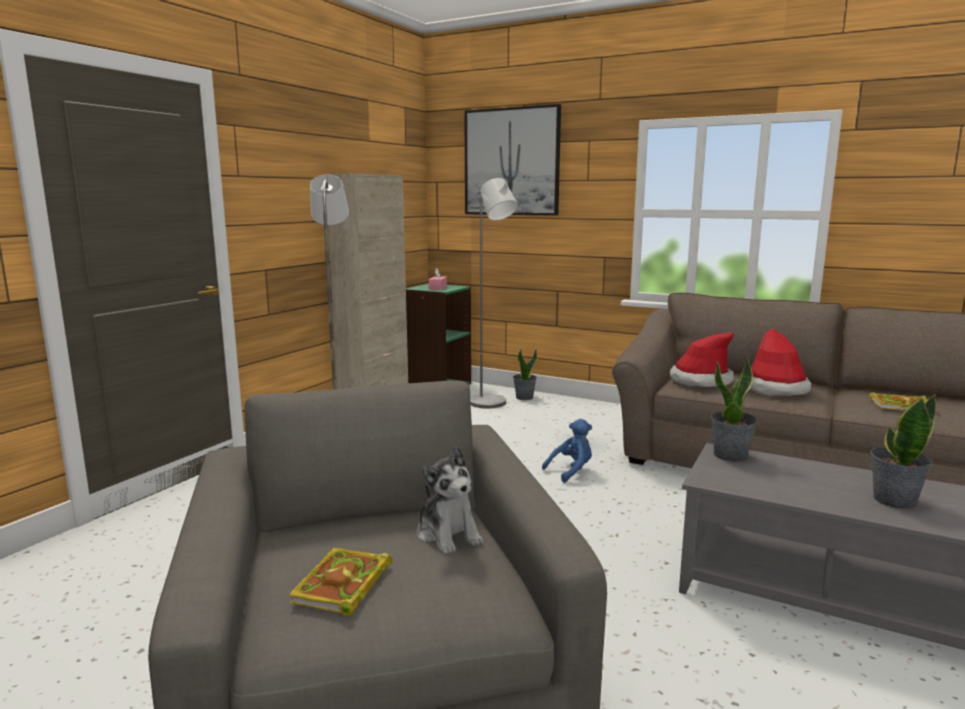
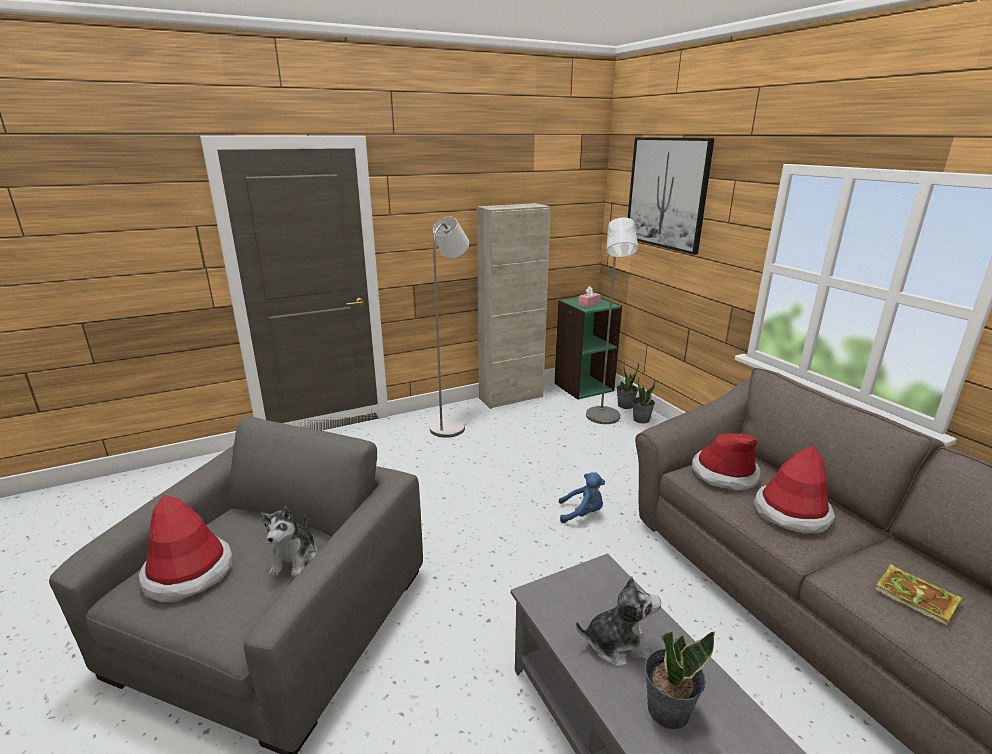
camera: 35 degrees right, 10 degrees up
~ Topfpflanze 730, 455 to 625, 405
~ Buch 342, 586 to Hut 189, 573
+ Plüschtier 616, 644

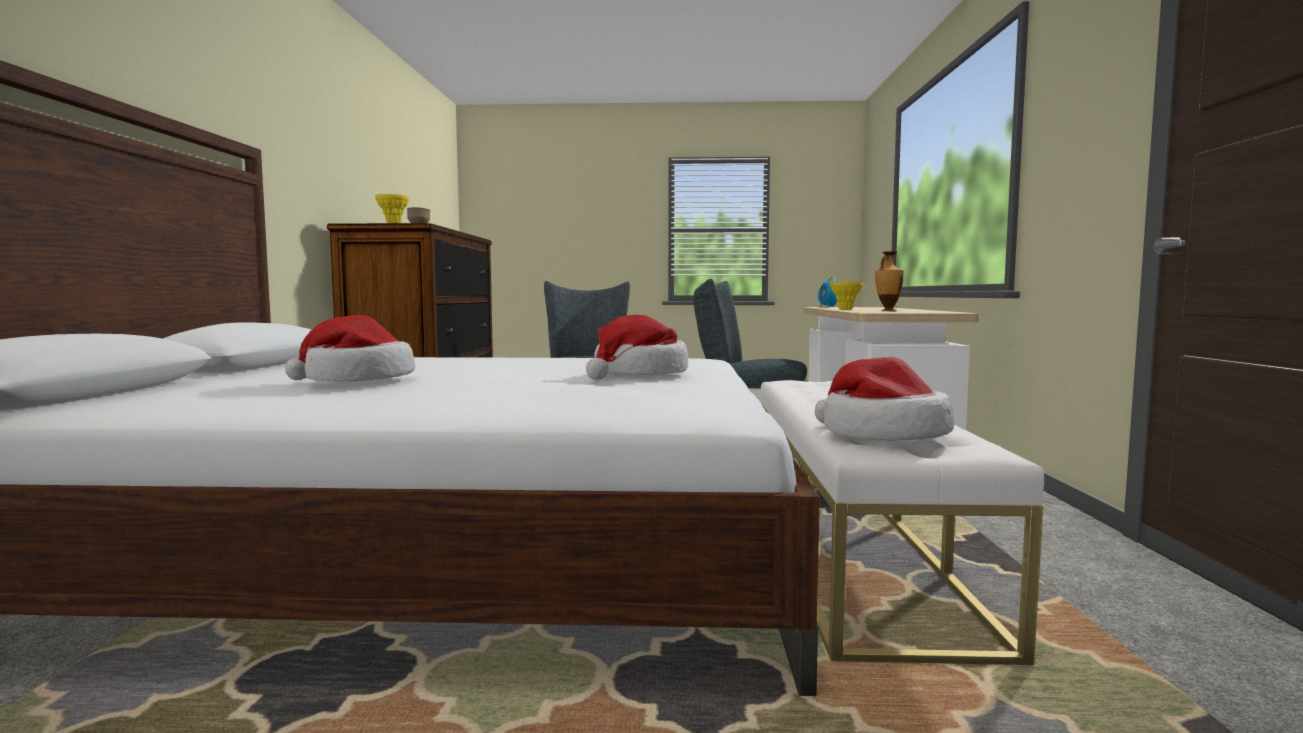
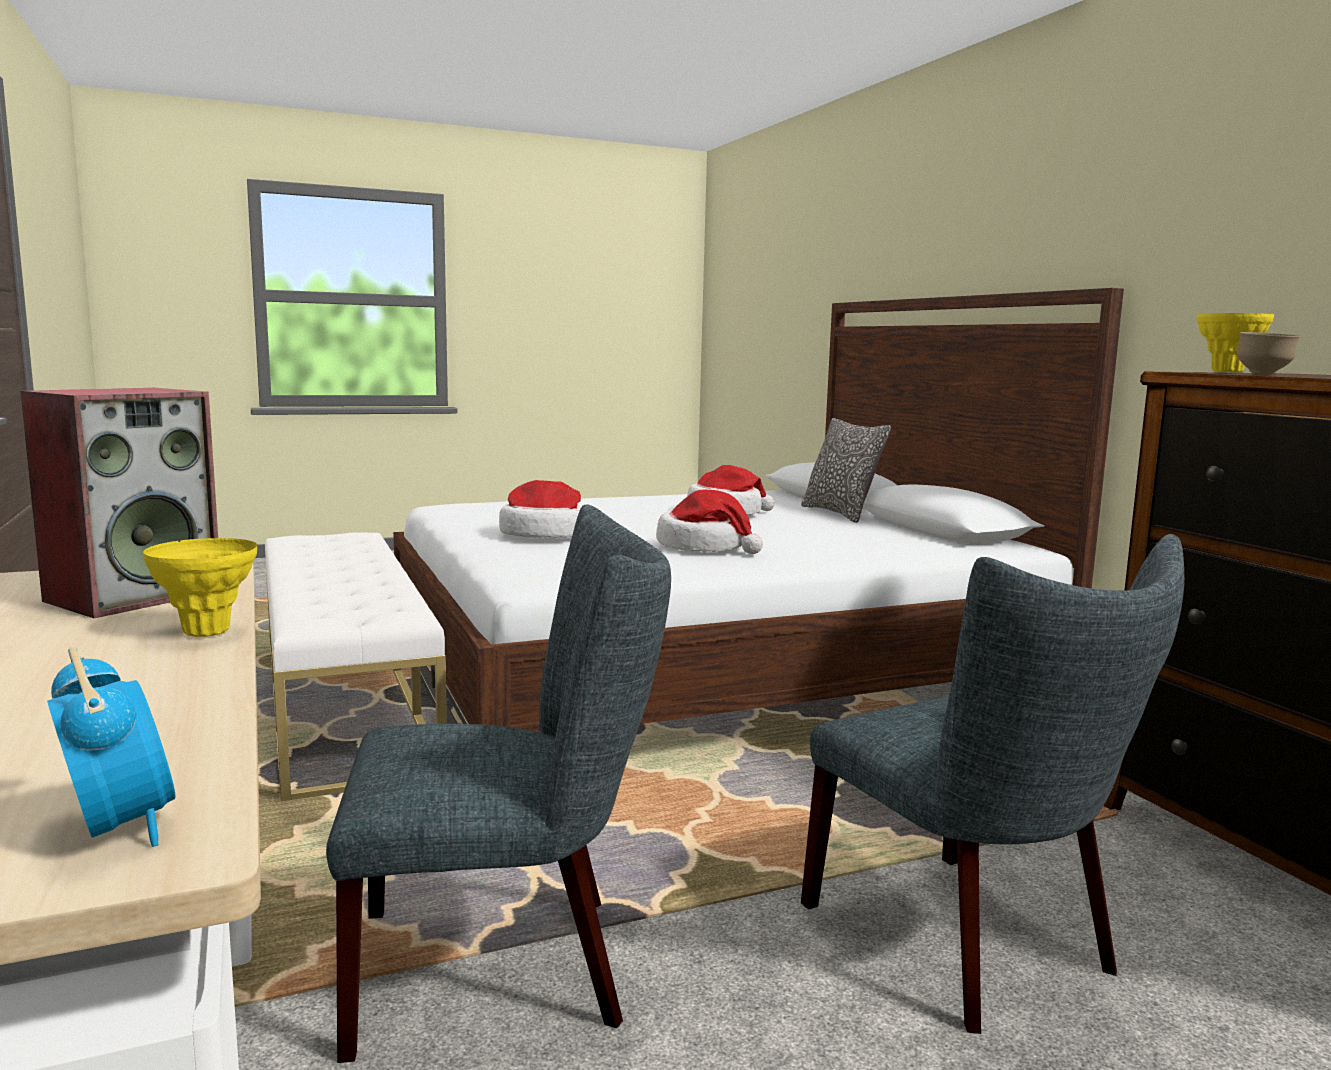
camera: 155 degrees right, 5 degrees up
~ Vase 887, 311 to Lautsprecher 135, 595
~ Hut 881, 434 to 704, 547
+ Kissen 840, 513

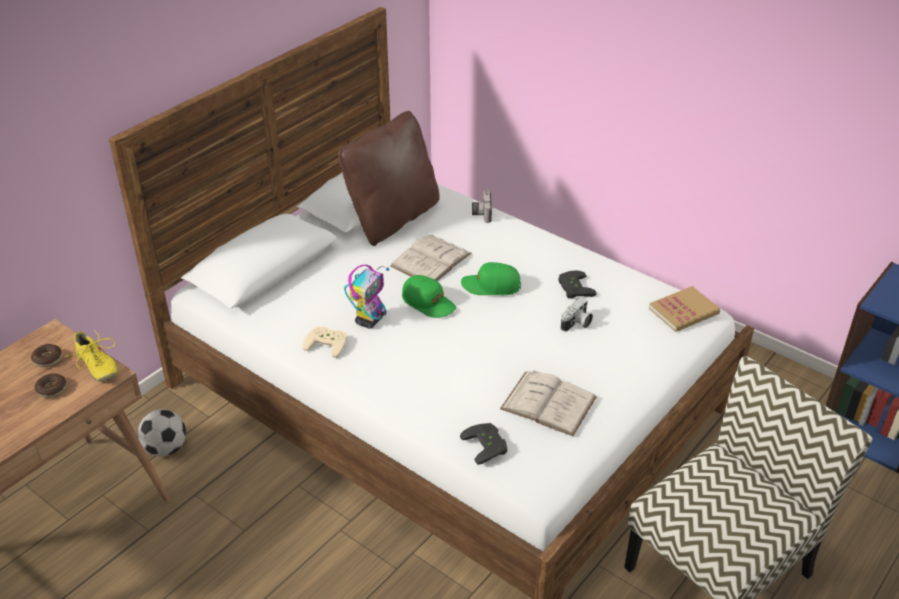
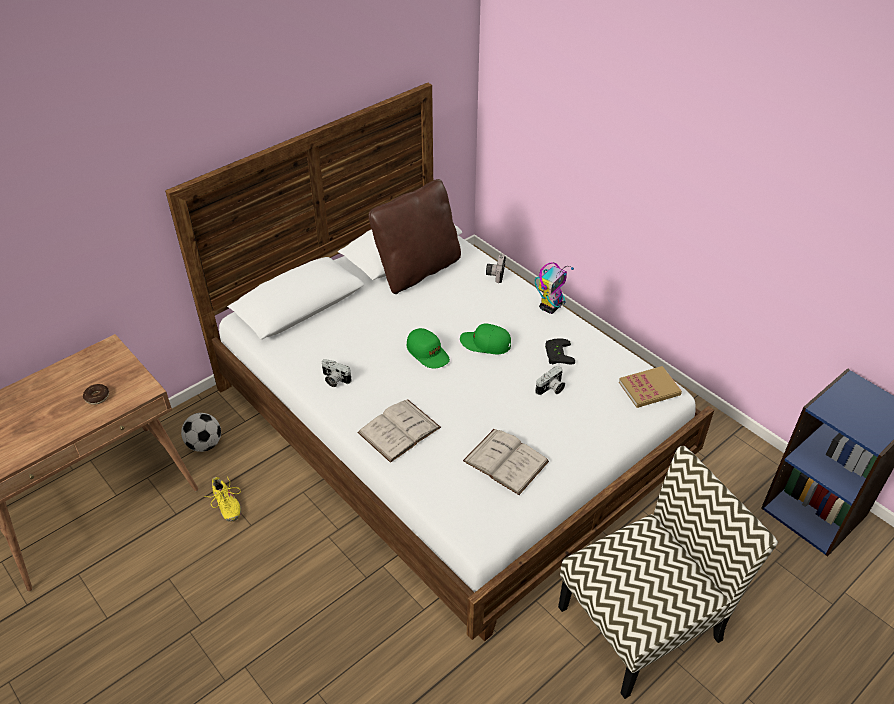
camera: 10 degrees right, 5 degrees up
~ Buch [weiß] 431, 260 to 399, 430
~ Spielzeugroboter 370, 320 to 550, 306
~ Gamepad [beige] 328, 343 to Kamera 334, 380
~ Schuh [gelb] 96, 366 to 226, 505
- Donut 47, 359
- Gamepad [schwarz] 487, 445

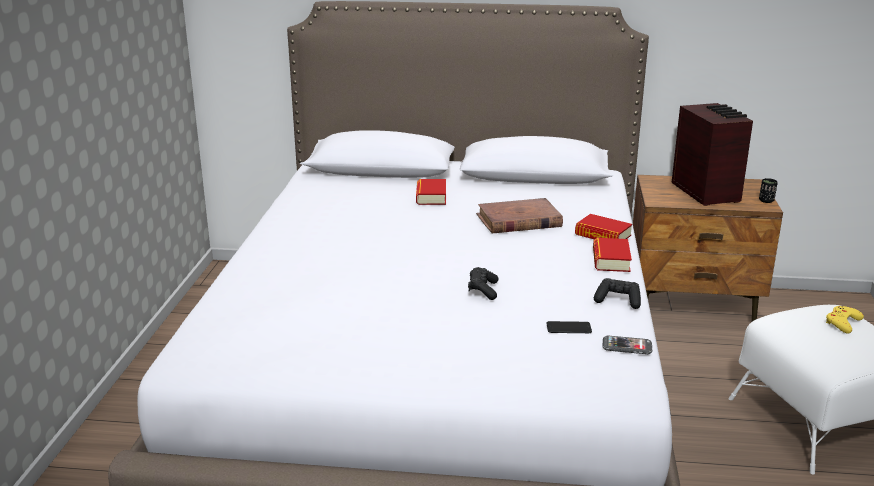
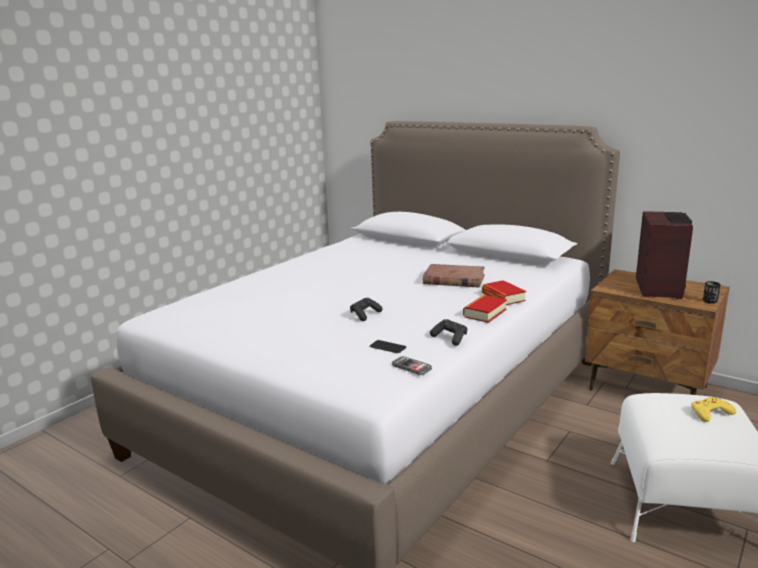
camera: 30 degrees right, 5 degrees down
- Buch 431, 197

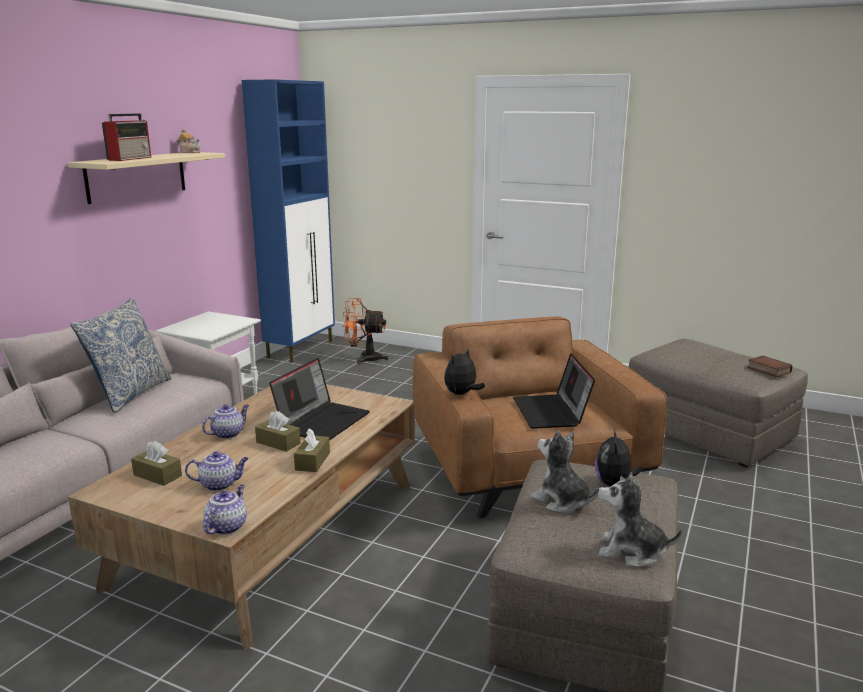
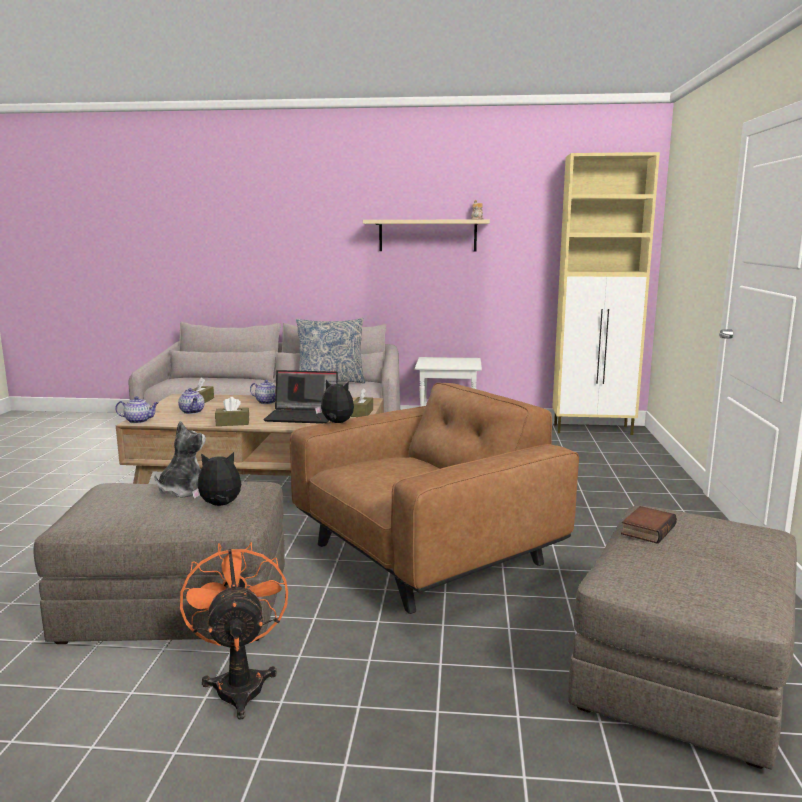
camera: 70 degrees right, 5 degrees down
~ Schrank [blau] 301, 349 to Schrank [beige] 593, 429
- Radio 130, 158
~ Ventilator [orange] 364, 358 to 240, 683
- Laptop 551, 413
~ Buch 767, 370 to 646, 529
~ Taschentuchbox [braun] 278, 443 to 362, 413
- Plüschtier 631, 552

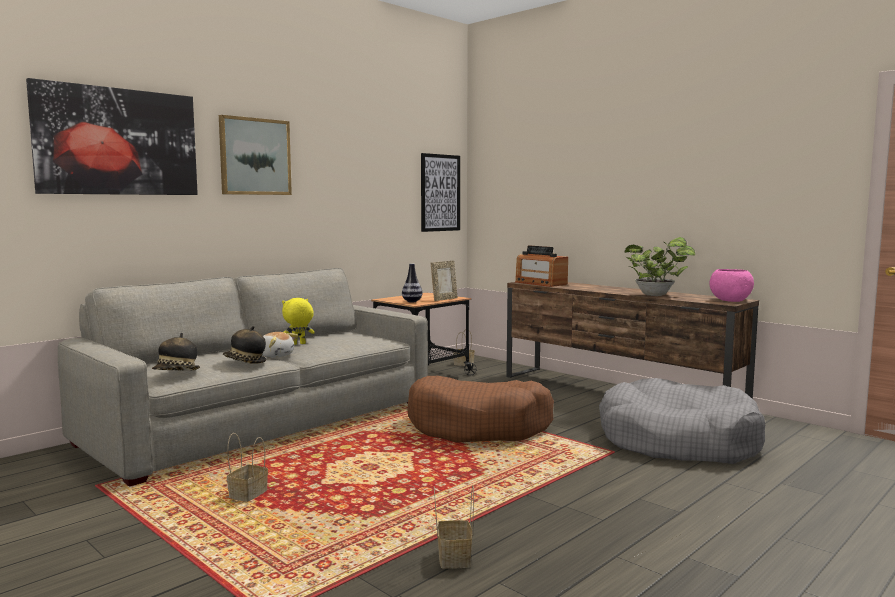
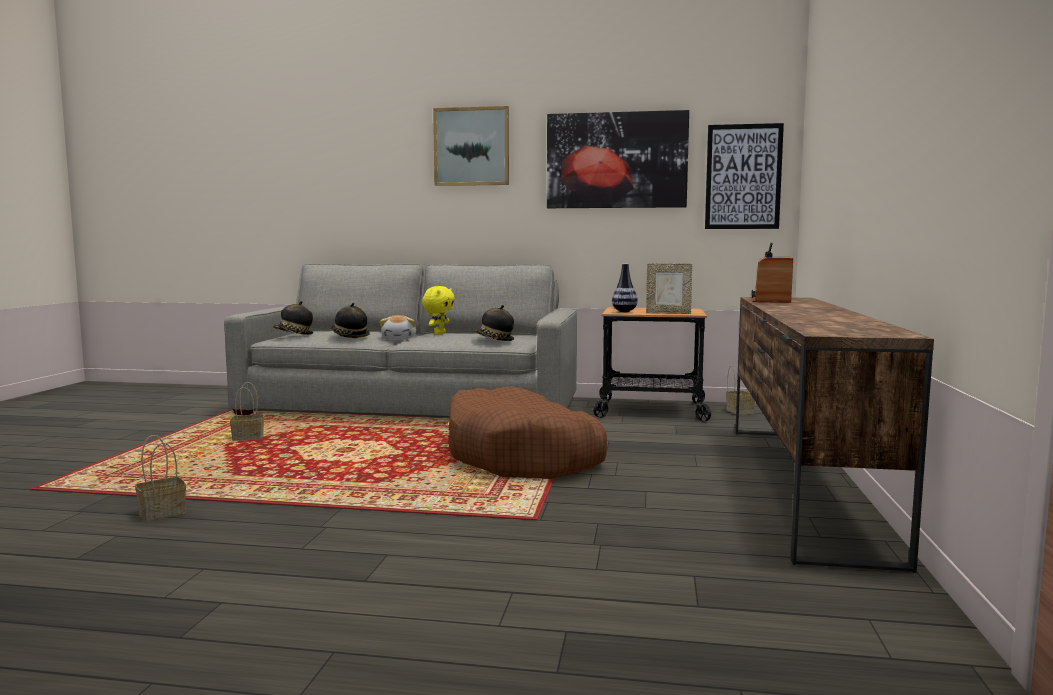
camera: 55 degrees right, 0 degrees up
~ Bild 118, 142 to 616, 160
- Topfpflanze 657, 295
- Schüssel [rosa] 730, 300
~ Plüschtier [gelb] 298, 344 = 439, 334 90 degrees clockwise
- Hundebett [grau] 677, 441
+ Hut 494, 340

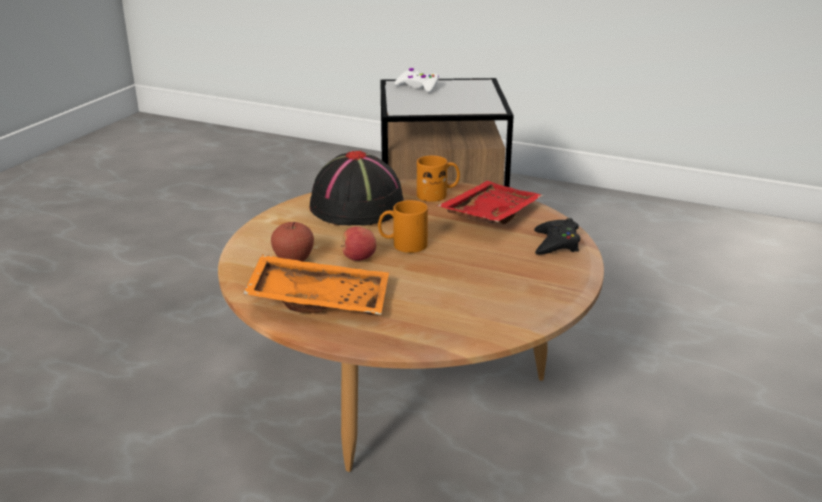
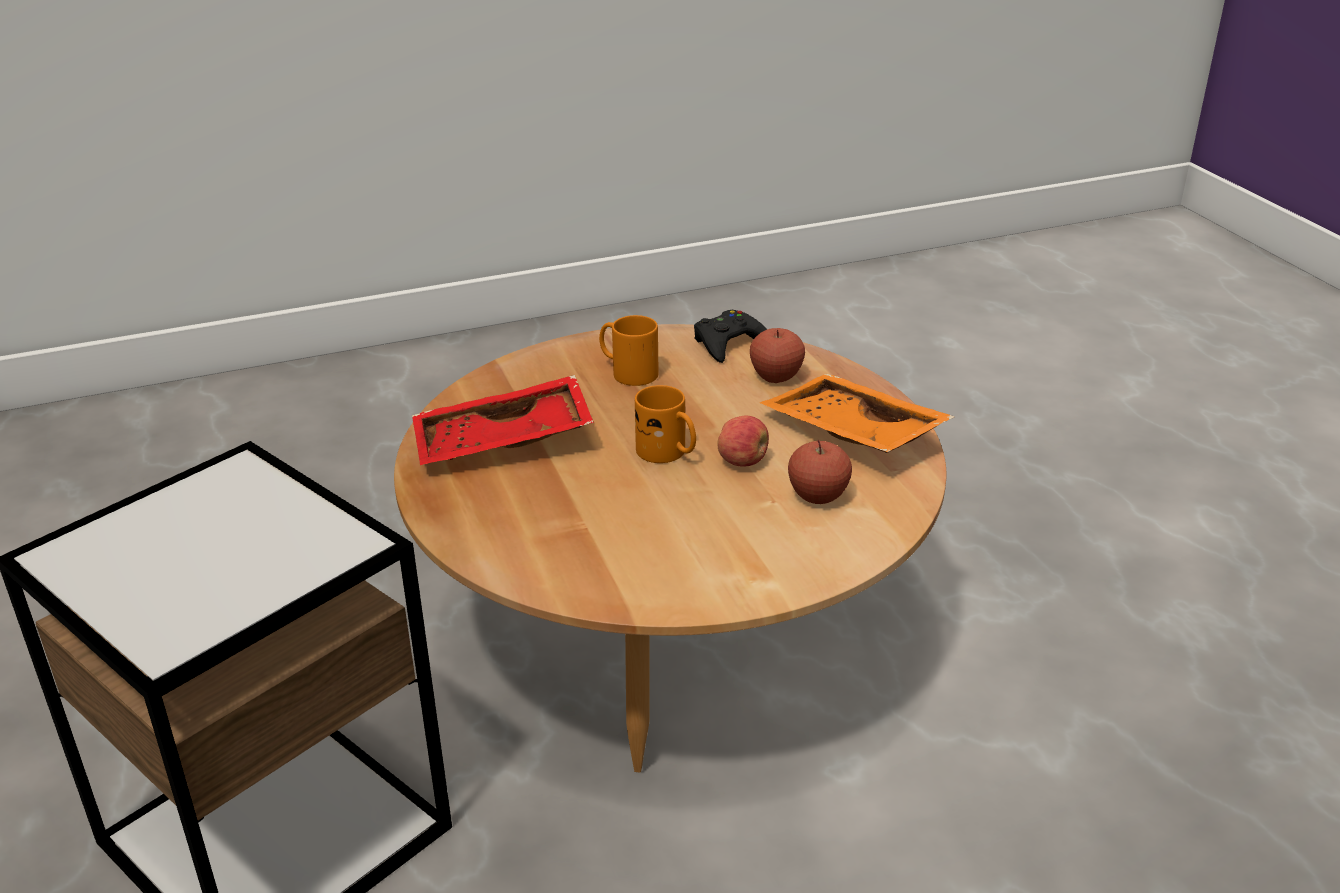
camera: 135 degrees left, 5 degrees up
- Gamepad [weiß] 418, 87
- Hut [schwarz] 357, 207
~ Henkelbecher [orange] 438, 194 to 627, 372
~ Gamepad [schwarz] 556, 243 to 729, 343
+ Apfel 776, 377

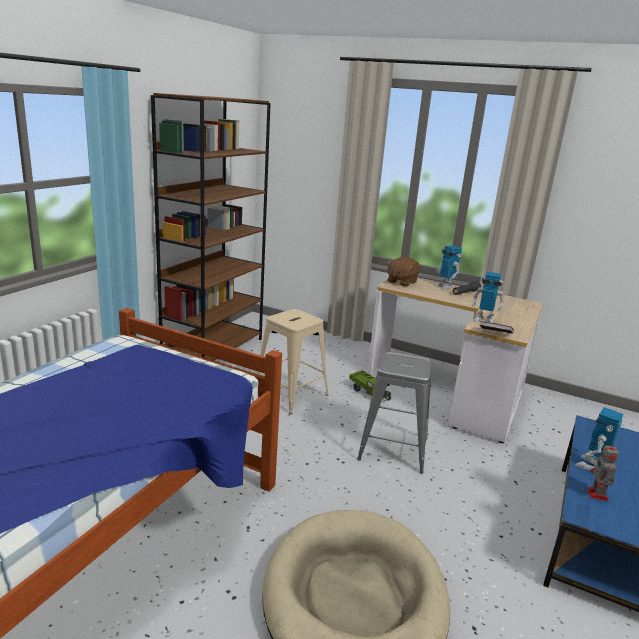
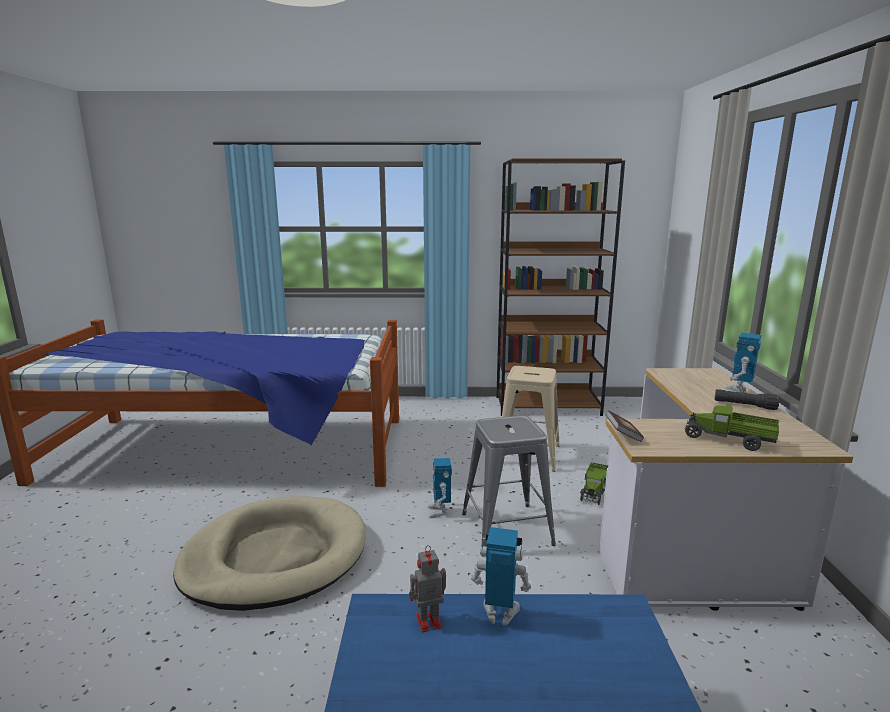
camera: 65 degrees right, 5 degrees down
- Plüschtier [braun] 401, 282
~ Spielzeugroboter 484, 320 to 439, 511
+ Spielzeuglaster 729, 440

